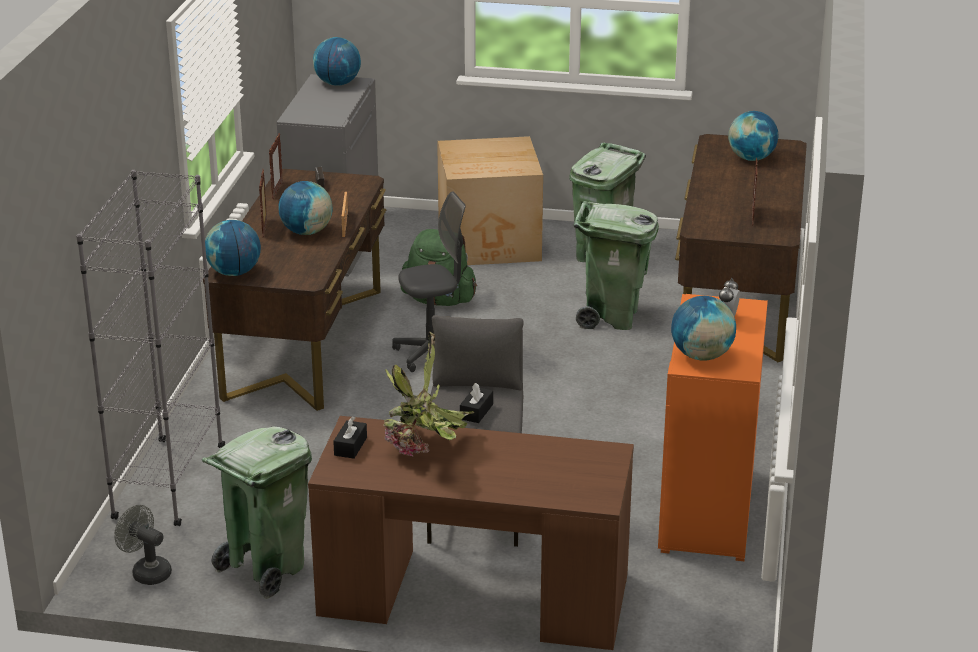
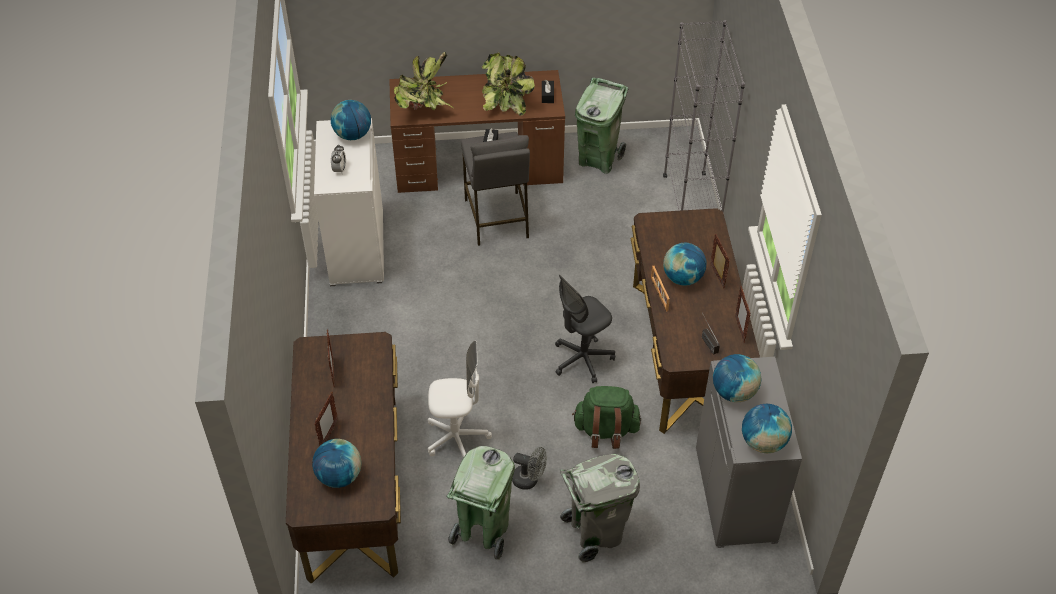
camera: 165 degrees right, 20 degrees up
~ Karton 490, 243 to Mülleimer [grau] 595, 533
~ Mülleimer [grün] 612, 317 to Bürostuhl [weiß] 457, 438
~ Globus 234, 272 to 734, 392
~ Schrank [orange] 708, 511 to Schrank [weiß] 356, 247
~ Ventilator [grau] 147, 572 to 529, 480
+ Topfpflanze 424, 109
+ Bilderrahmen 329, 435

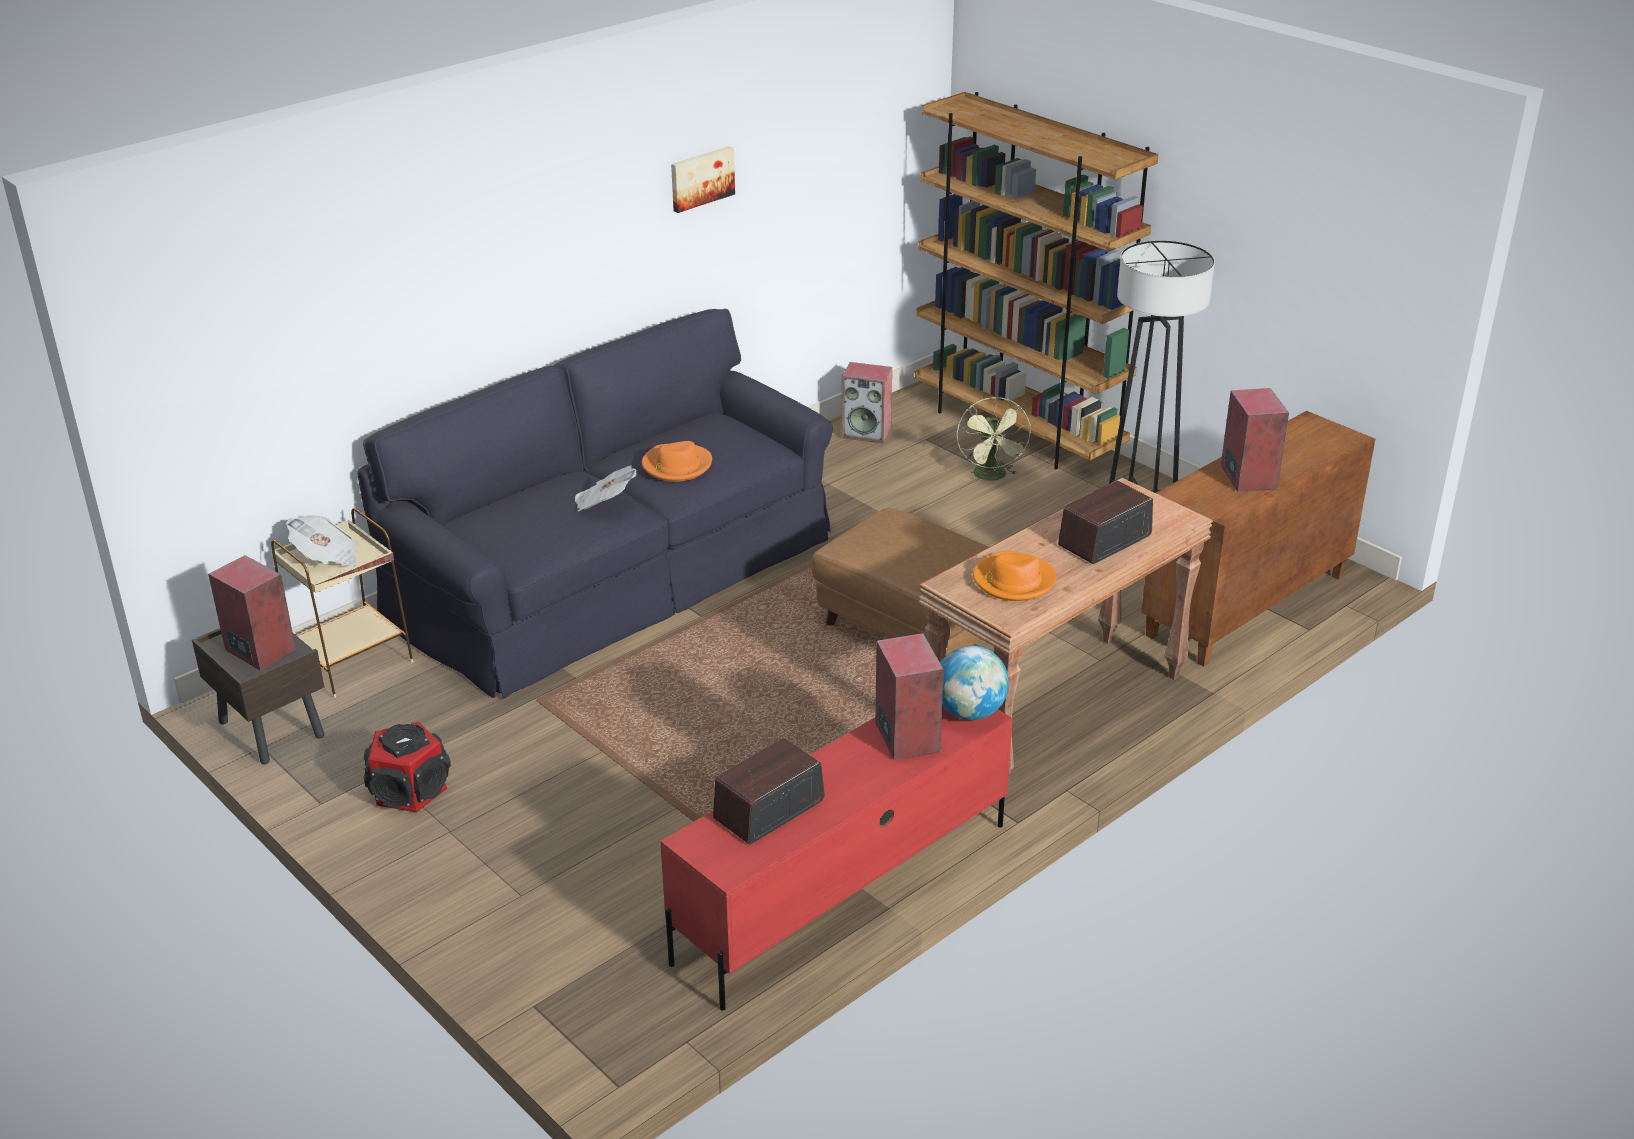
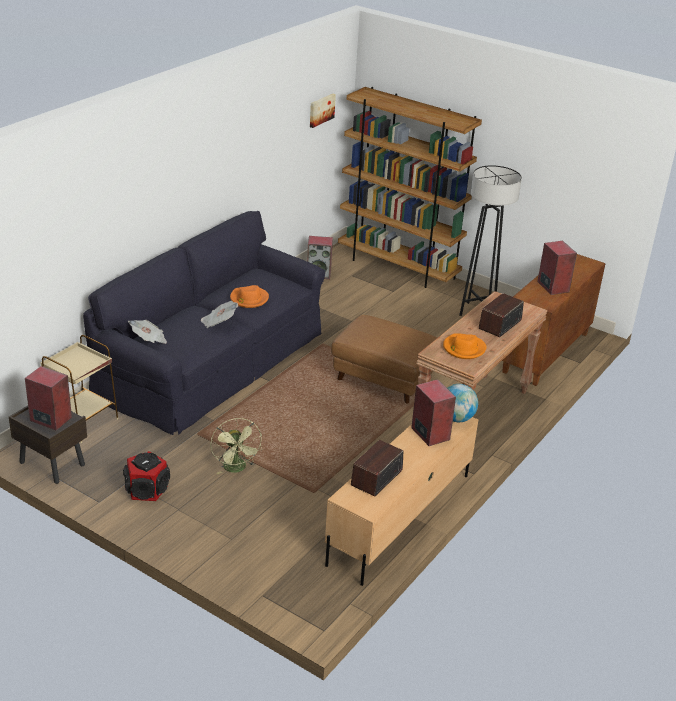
camera: 15 degrees left, 0 degrees up
~ Bild 701, 178 to 321, 110
~ Ventilator [grün] 992, 477 to 236, 469
~ Zeitung 327, 557 to 148, 339
~ Fernsehschrank [rot] 841, 892 to Fernsehschrank [beige] 399, 519

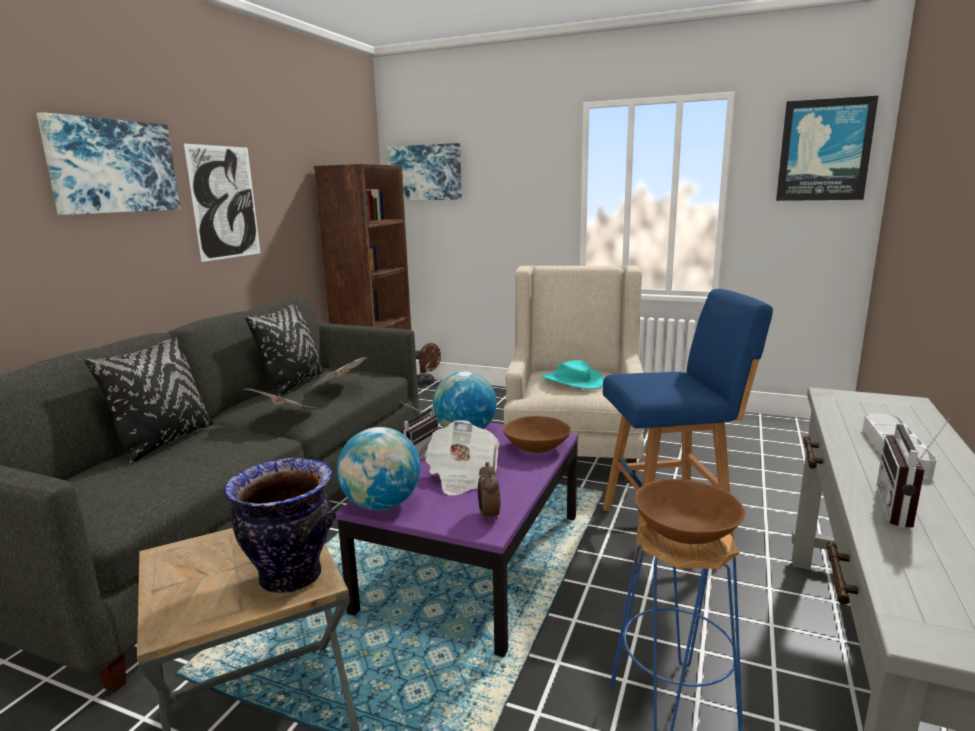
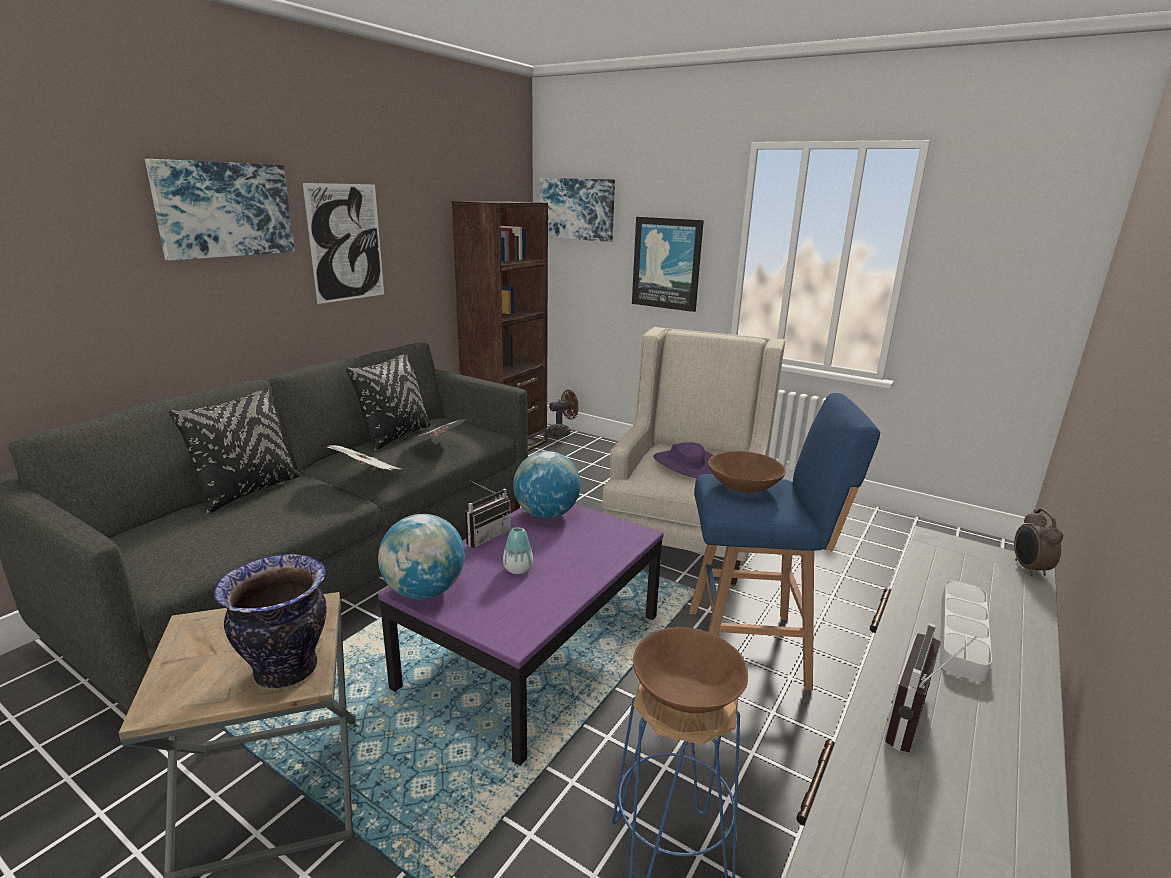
camera: 10 degrees right, 5 degrees up
~ Bild 824, 150 to 667, 263
~ Ventilator [braun] 426, 382 = 562, 433 75 degrees counterclockwise
~ Hut [türkis] 572, 381 to Hut [lila] 685, 465
~ Schüssel [braun] 537, 447 to 744, 487
~ Zeitung 462, 477 to Vase 518, 569
~ Wecker 488, 516 to 1028, 569

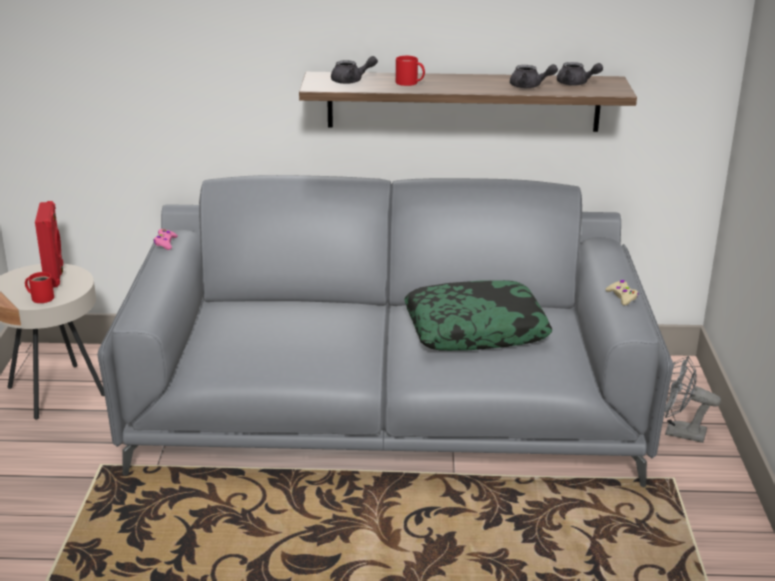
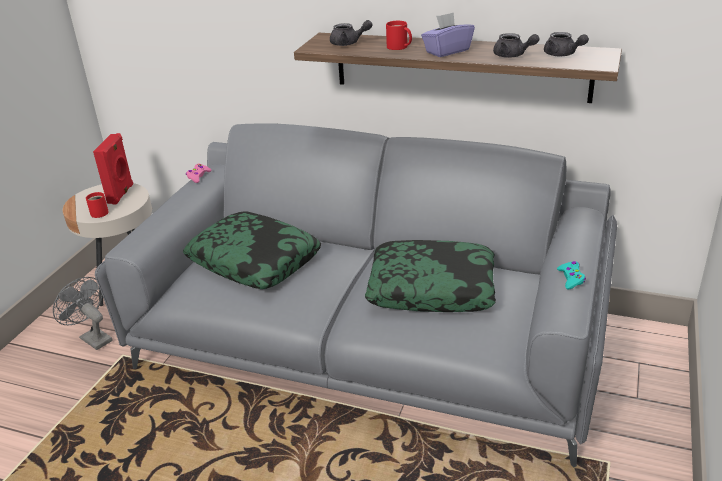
camera: 20 degrees right, 5 degrees up
~ Gamepad [beige] 622, 297 to Gamepad [türkis] 571, 278
~ Ventilator [grau] 678, 432 to 92, 338
+ Taschentuchbox [lila] 447, 51
+ Kissen 254, 260

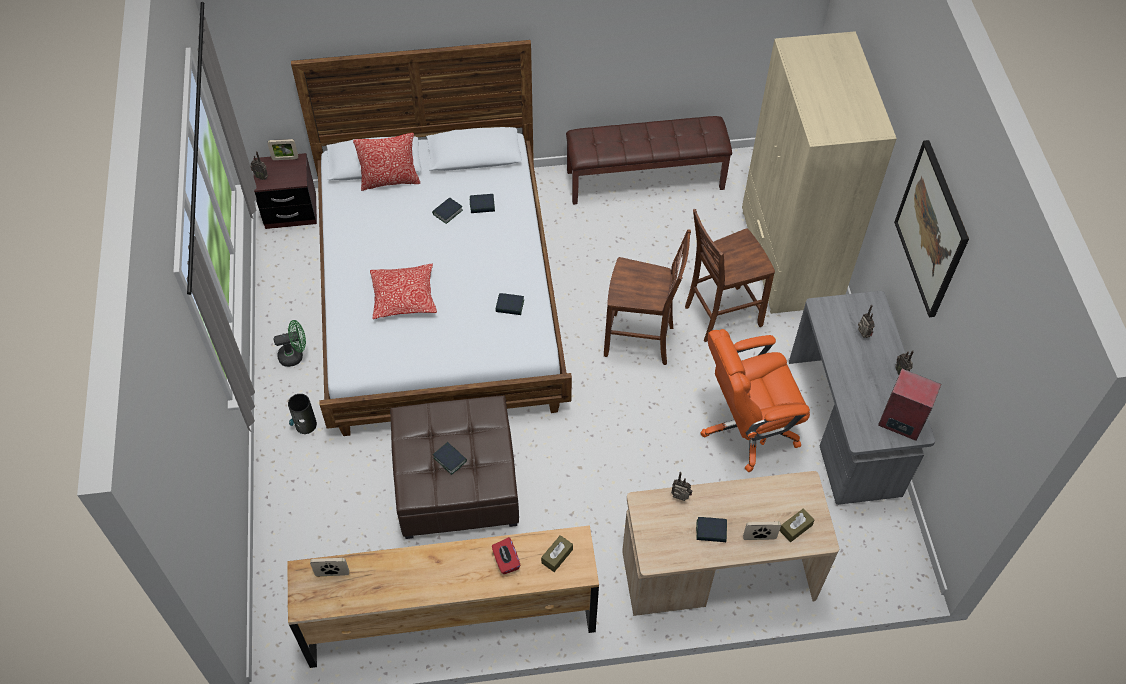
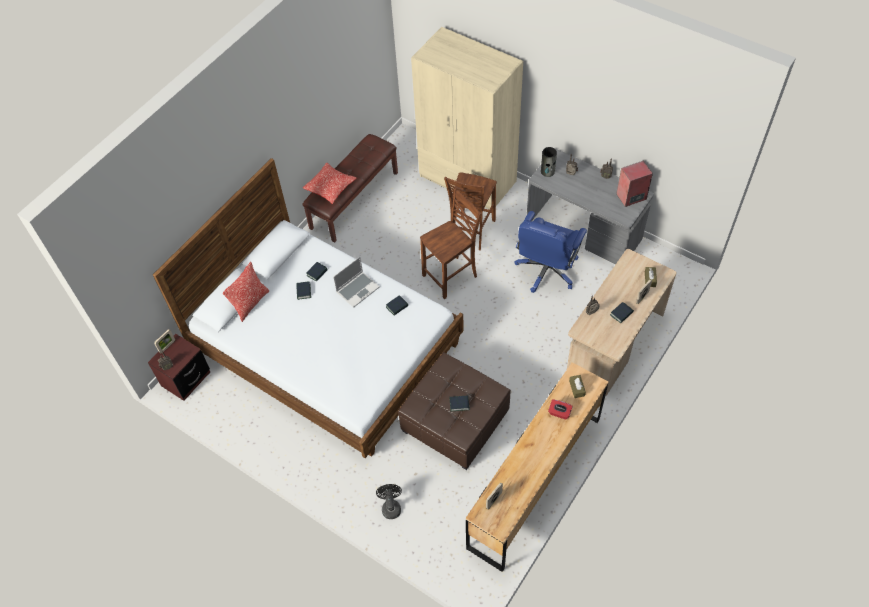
camera: 45 degrees left, 0 degrees up
- Bild 932, 229
~ Kissen 404, 297 to 330, 187
- Ventilator [grün] 295, 355
~ Bürostuhl [orange] 747, 428 to Bürostuhl [blau] 546, 270
~ Vase 306, 425 to 547, 171
+ Laptop 358, 289
+ Ventilator [schwarz] 391, 507

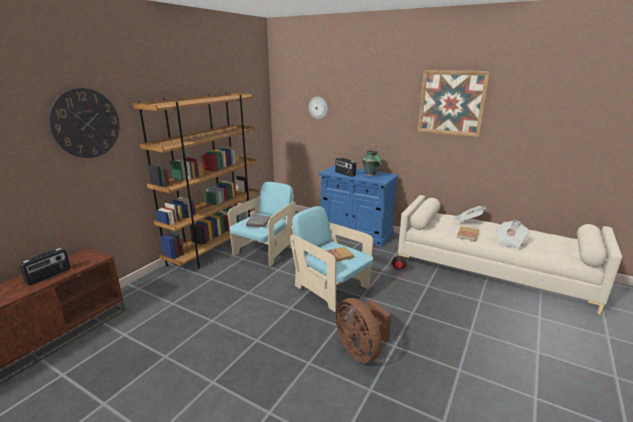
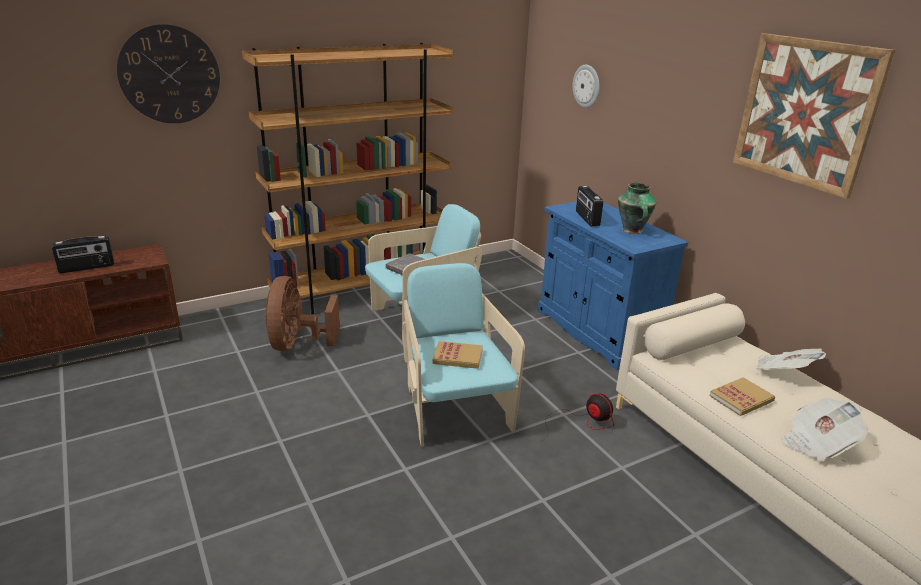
camera: 30 degrees right, 5 degrees up
~ Ventilator [braun] 361, 350 to 297, 344

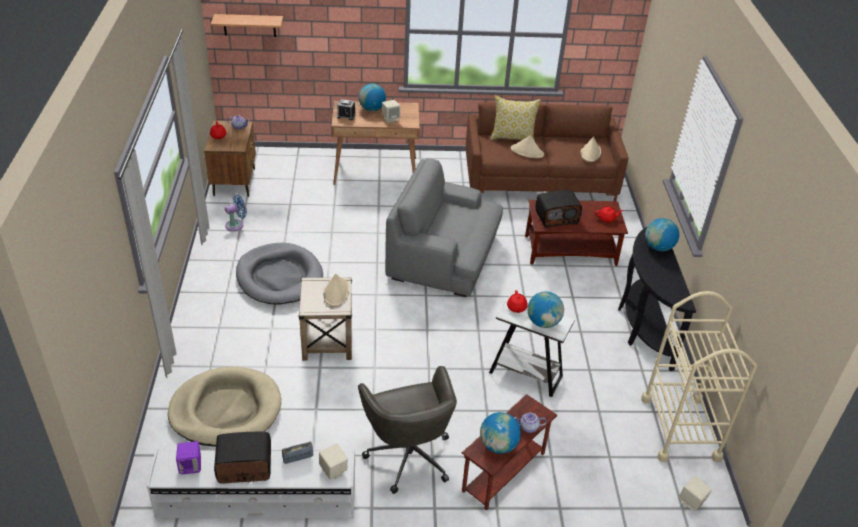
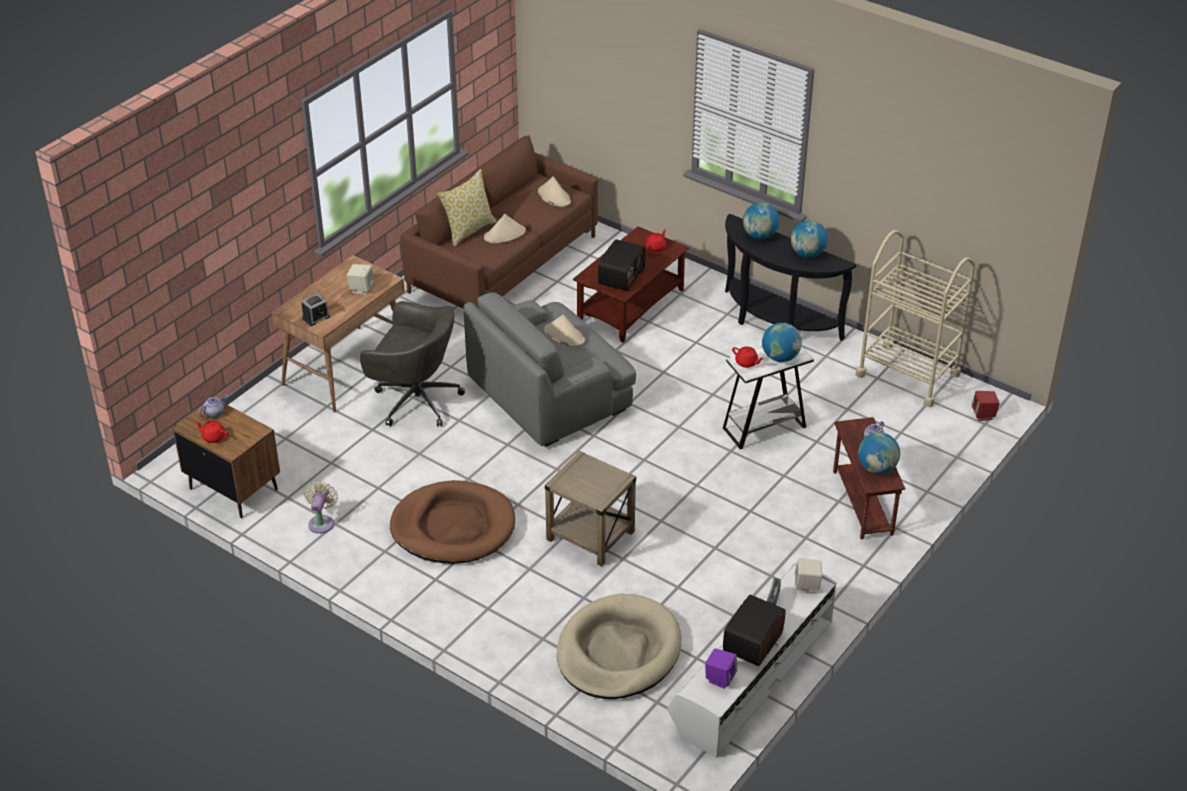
camera: 50 degrees left, 0 degrees up
- Wandregal 249, 25
~ Globus 372, 109 to 808, 254
~ Ventilator [blau] 236, 225 to Ventilator [beige] 322, 522
~ Hundebett [grau] 279, 277 to Hundebett [braun] 453, 527
~ Hut [beige] 336, 292 to 564, 335
~ Bürostuhl [grau] 408, 454 to 415, 400
~ Lautsprecher [beige] 691, 502 to Lautsprecher [rot] 983, 415

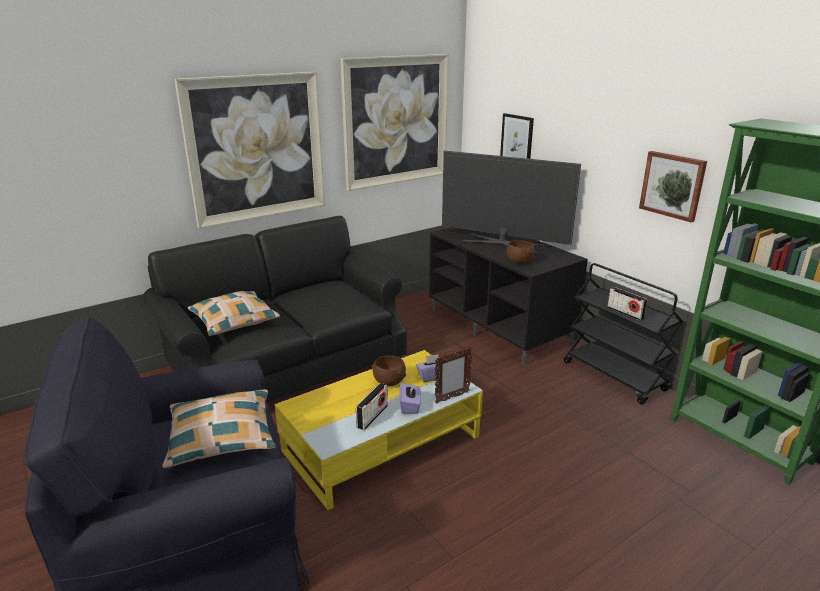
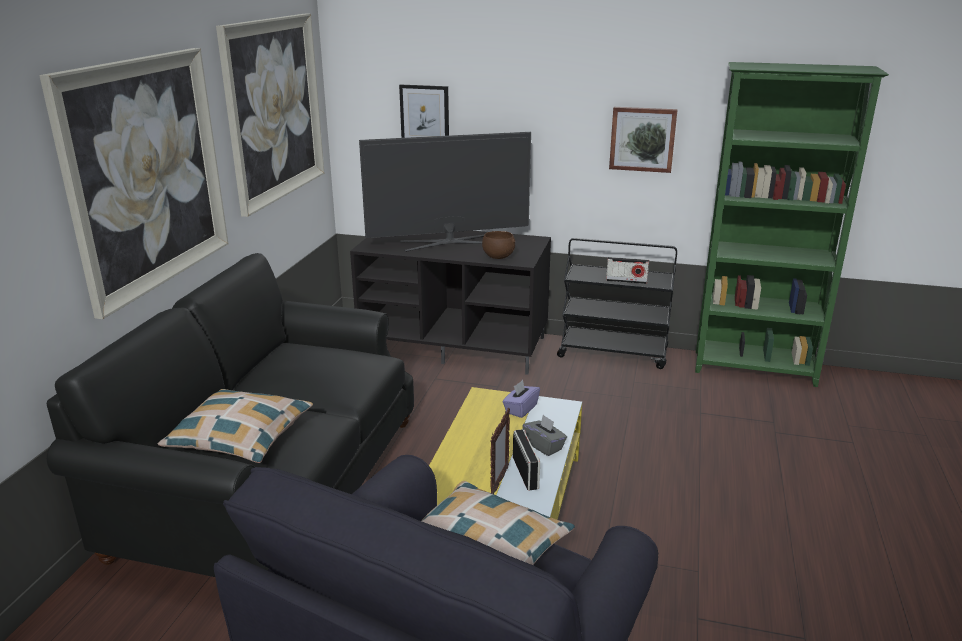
camera: 40 degrees left, 0 degrees up
~ Bilderrahmen 452, 397 to 499, 482
- Schüssel [braun] 389, 382
~ Taschentuchbox [lila] 410, 406 to Taschentuchbox [grau] 544, 446

